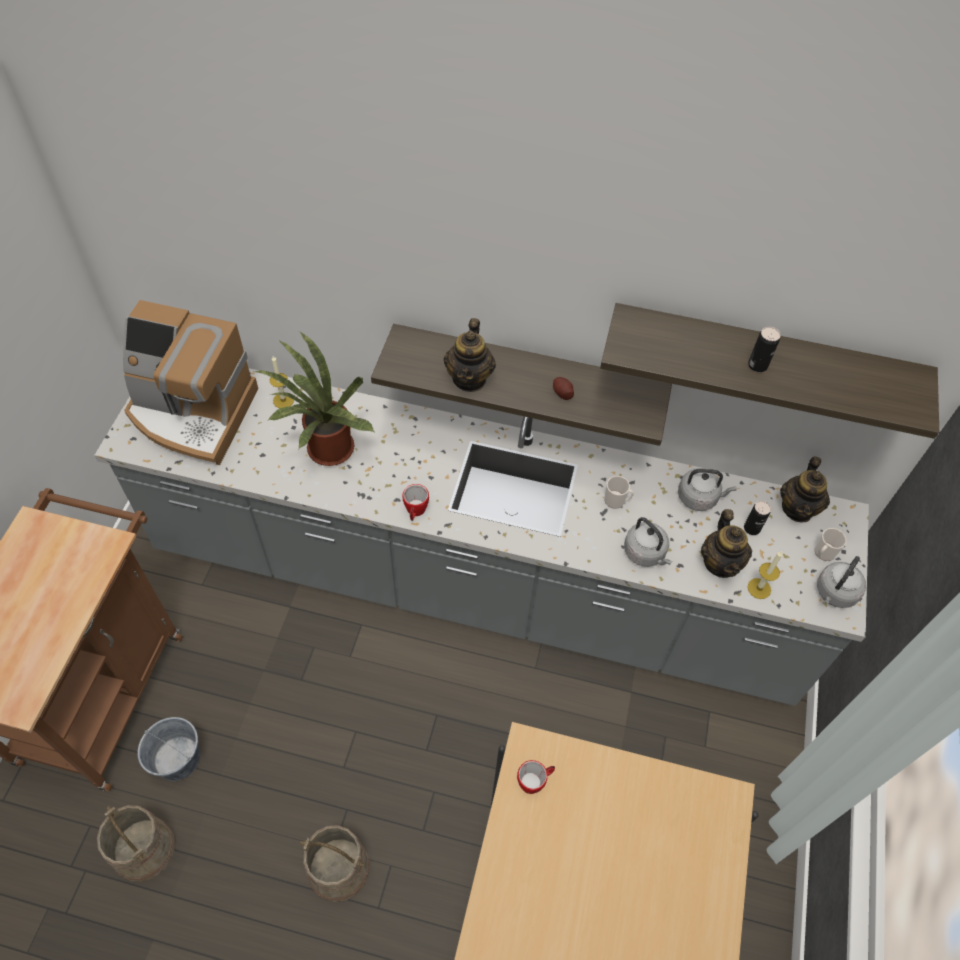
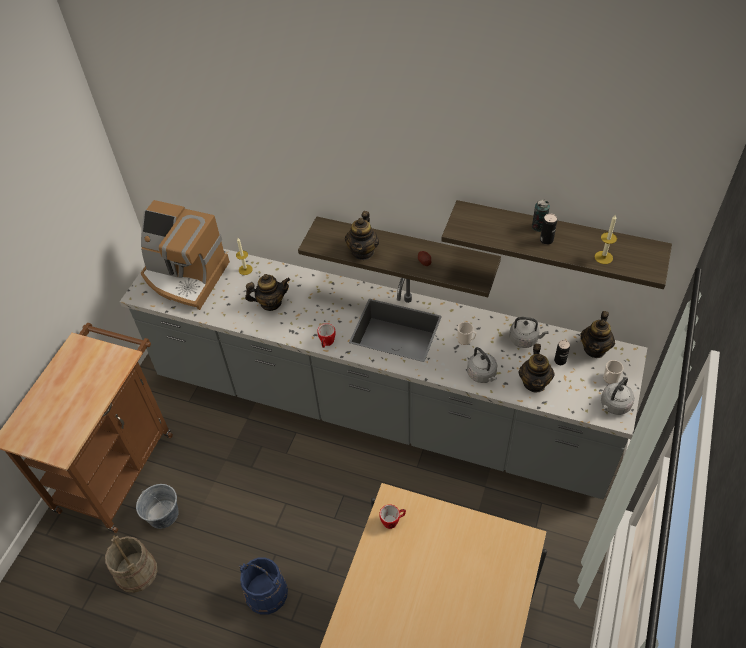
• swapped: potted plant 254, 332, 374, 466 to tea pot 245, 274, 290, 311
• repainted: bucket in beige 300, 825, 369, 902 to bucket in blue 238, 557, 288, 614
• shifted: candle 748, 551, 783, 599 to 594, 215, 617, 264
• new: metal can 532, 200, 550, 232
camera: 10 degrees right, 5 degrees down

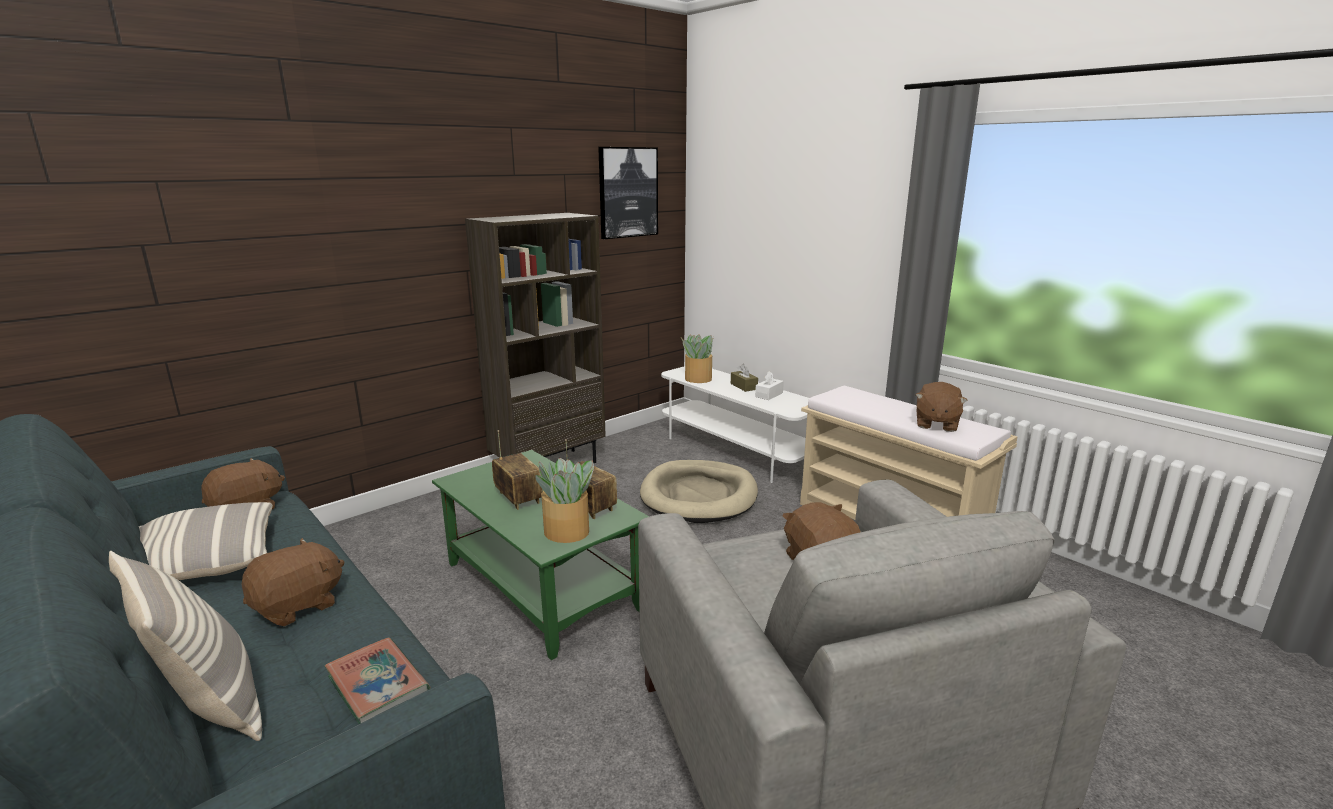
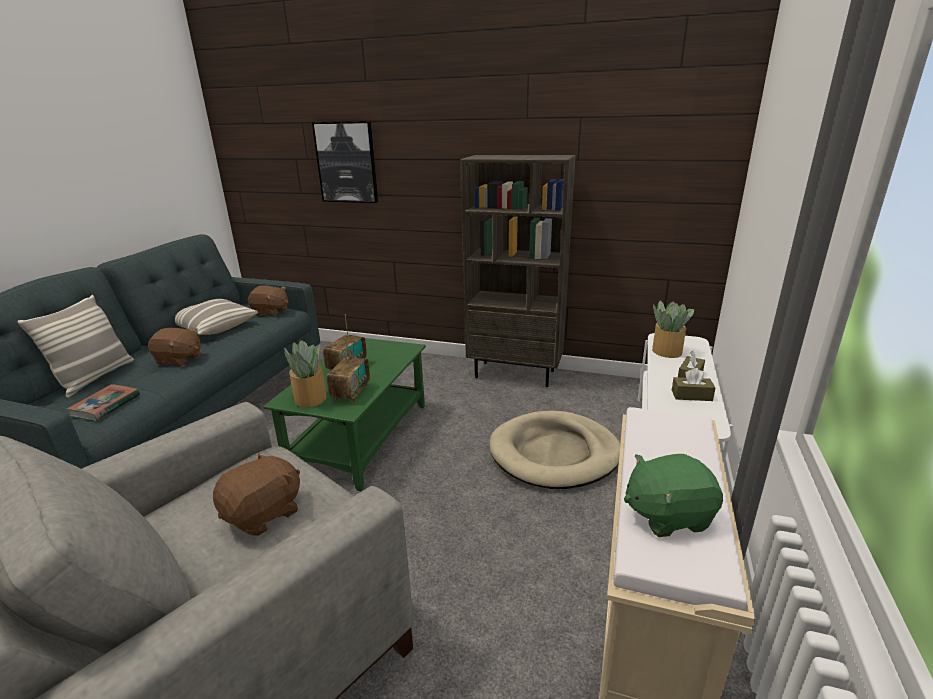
• shifted: wall picture 598, 147, 658, 239 to 312, 122, 378, 203
• repainted: tissue holder in white-coloured 755, 371, 784, 400 to tissue holder in brown 672, 368, 716, 401
• repainted: soft toy in brown 916, 382, 968, 432 to soft toy in green 624, 454, 723, 537
camera: 60 degrees right, 5 degrees up

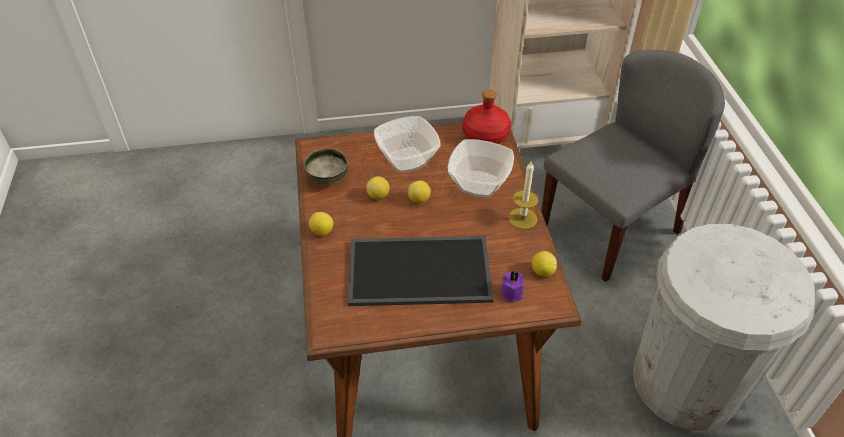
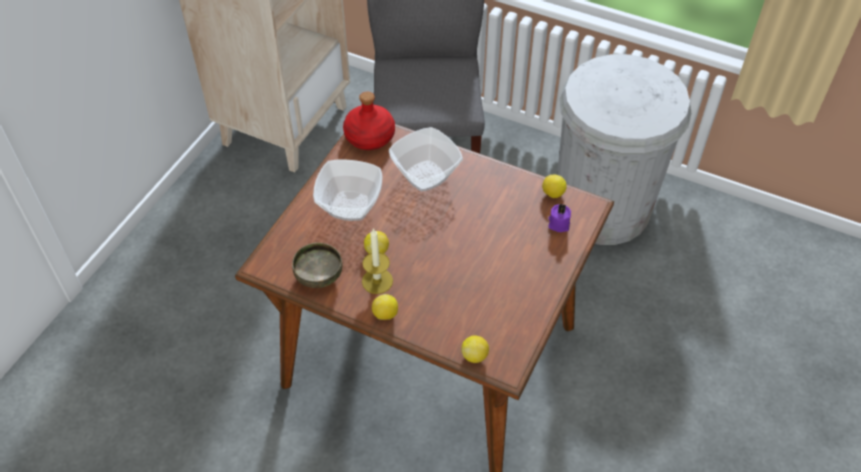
• gone: carrying tray 348, 236, 494, 306
• shifted: citrus fruit 408, 181, 431, 203 to 462, 336, 489, 363
• shifted: candle 508, 160, 539, 229 to 362, 228, 393, 294
camera: 55 degrees left, 5 degrees up

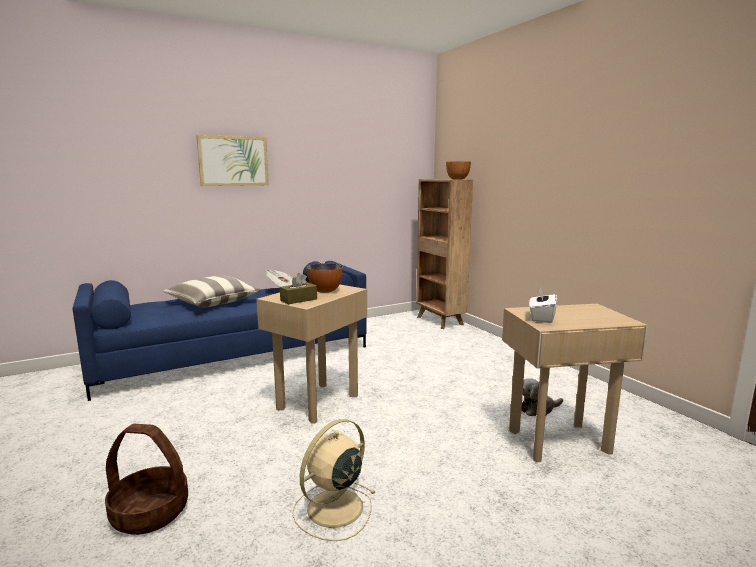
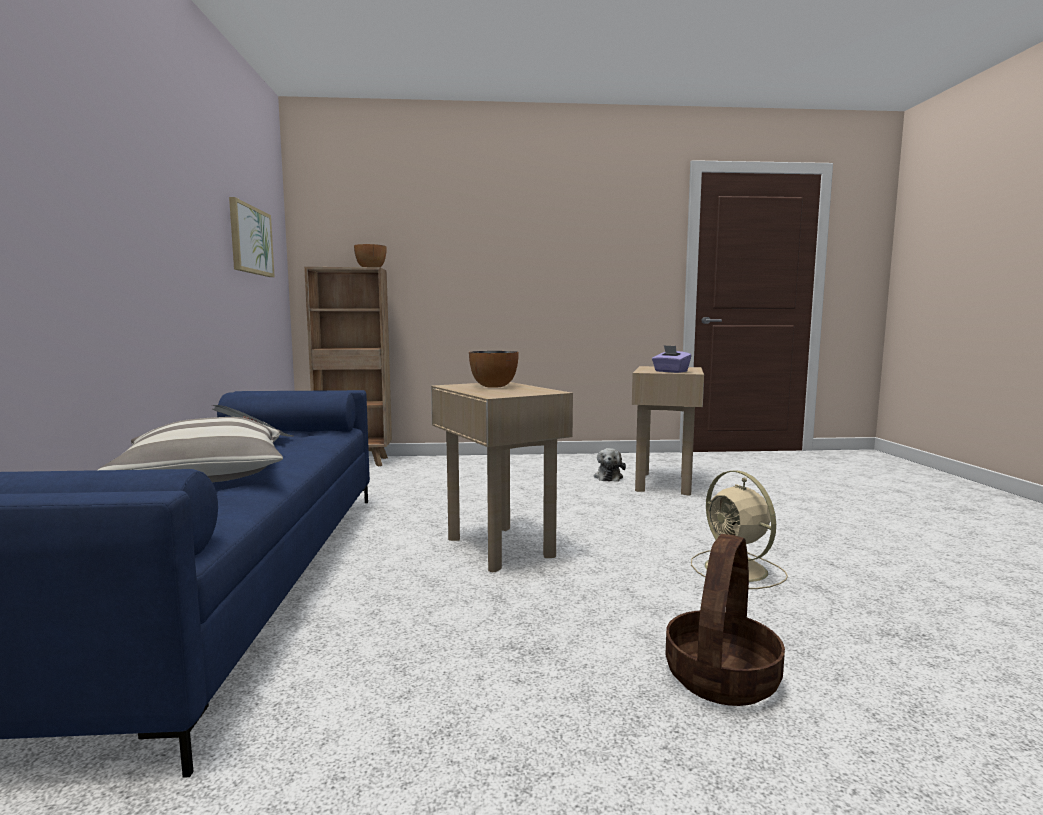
• shifted: wall picture 196, 135, 269, 186 to 229, 197, 275, 277
• gone: tissue holder in brown 280, 273, 317, 304
• repainted: tissue holder in white-coloured 529, 287, 557, 323 to tissue holder in purplish 652, 345, 691, 373
camera: 65 degrees left, 5 degrees down

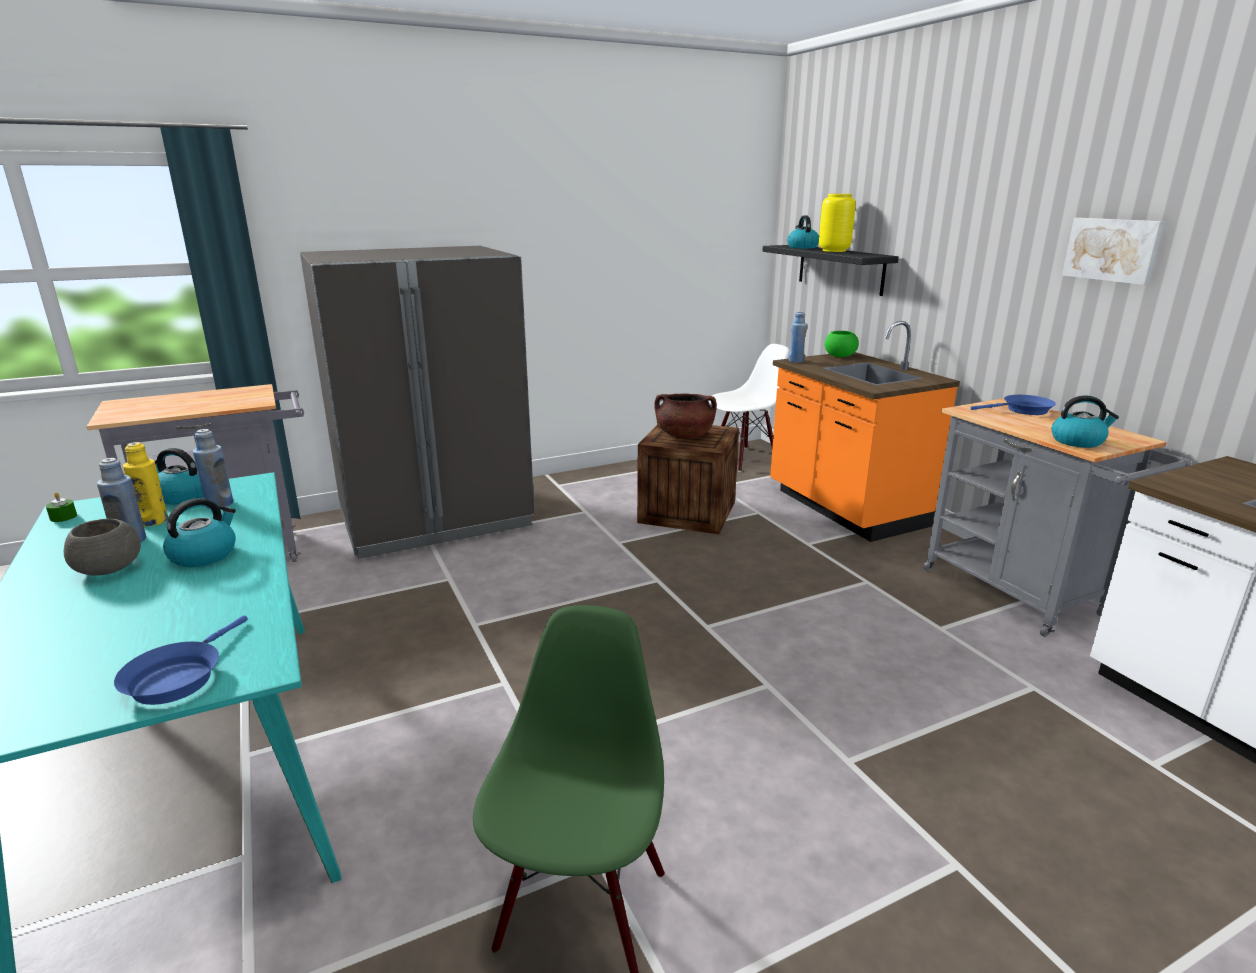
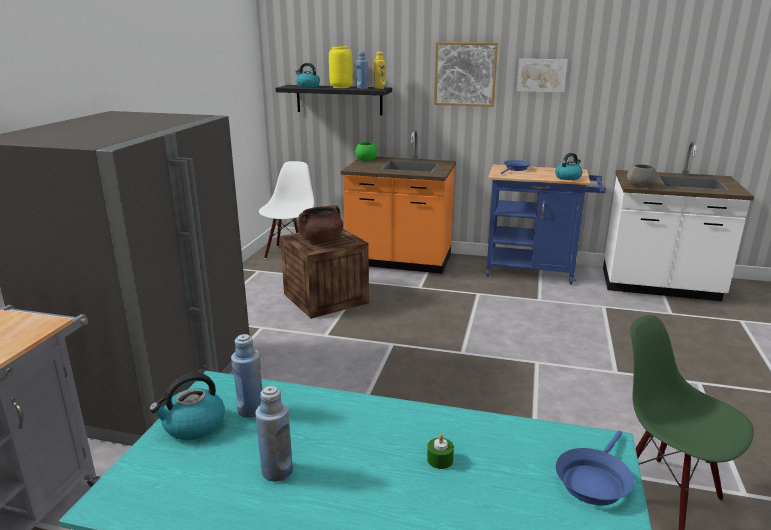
• shifted: candle in green 46, 492, 77, 522 to 427, 434, 454, 469
• shifted: bowl in greyish 64, 519, 141, 576 to 627, 164, 657, 187
• rotated: skillet in blue 114, 615, 248, 705 = 556, 431, 634, 505 75 degrees clockwise
• shifted: beverage bottle in yellow-coloured 123, 442, 168, 527 to 374, 52, 385, 89
• gone: tea kettle 163, 498, 236, 567
• shifted: beverage bottle in blue 789, 311, 808, 363 to 356, 52, 368, 89
• repainted: trolley in greyish 924, 398, 1192, 637 to trolley in blue 486, 165, 606, 285
• new: wall picture 434, 42, 498, 107
camera: 50 degrees left, 0 degrees up

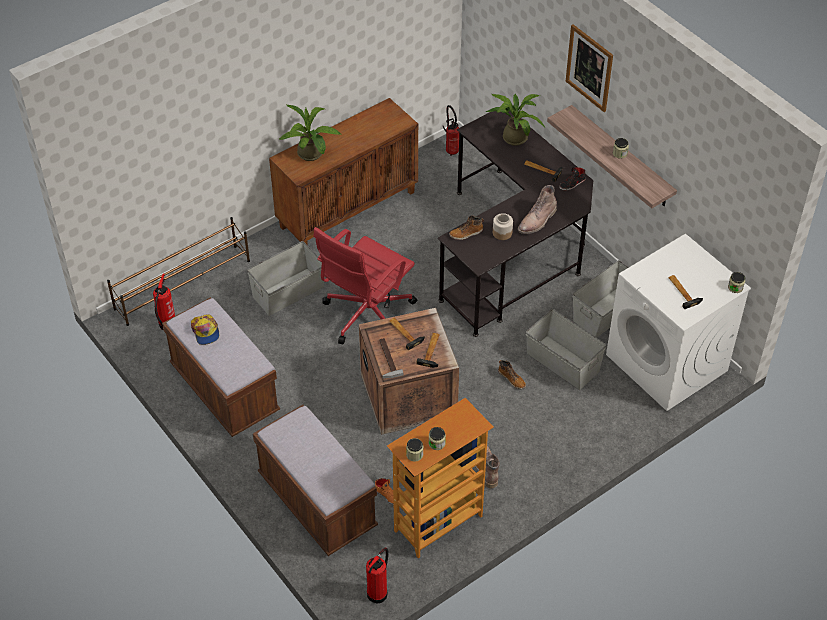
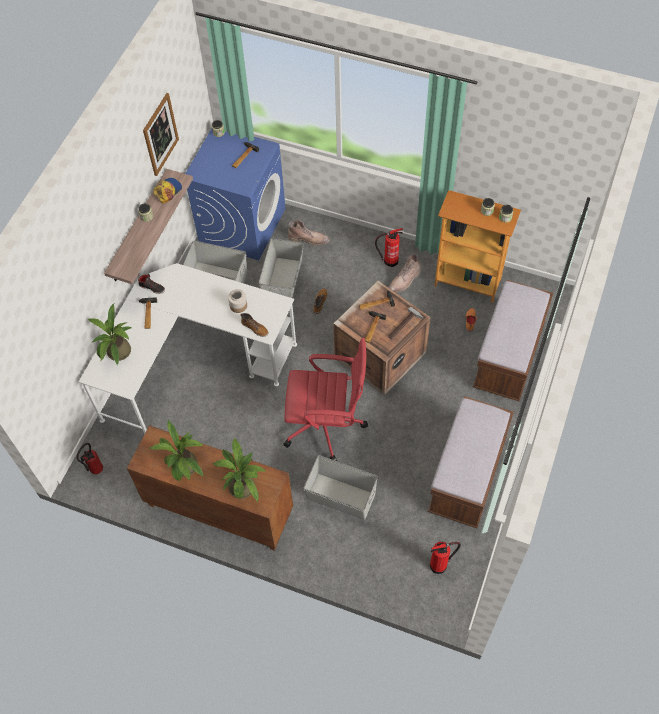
• gone: shoe shelf in brown 107, 217, 250, 326
• shifted: peaked cap 191, 314, 219, 345 to 153, 178, 182, 204
• shifted: fire-fighting cylinder 366, 547, 389, 604 to 375, 228, 403, 267
• repainted: desk in blackish 438, 111, 593, 337 to desk in white-coloured 79, 263, 297, 434
• shifted: high-top boot in brown 518, 185, 557, 234 to 288, 220, 330, 246
• shifted: wall picture 566, 24, 613, 112 to 143, 93, 179, 176
• repainted: washing machine in white-coloured 606, 234, 751, 411 to washing machine in blue 185, 129, 285, 260
• new: potted plant 150, 419, 203, 481
camera: 120 degrees left, 10 degrees up

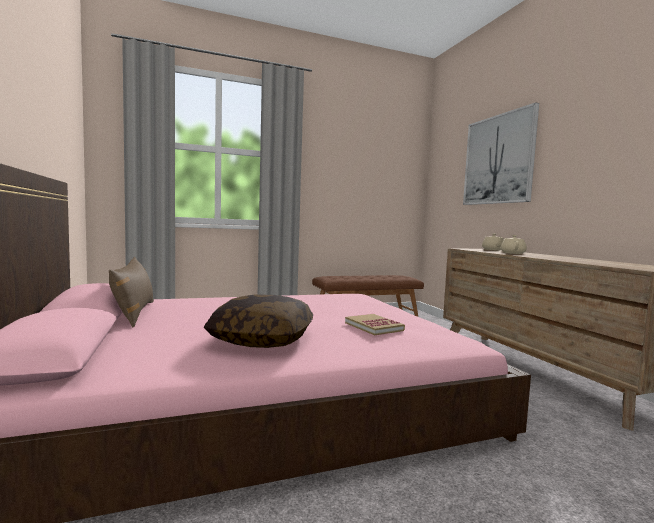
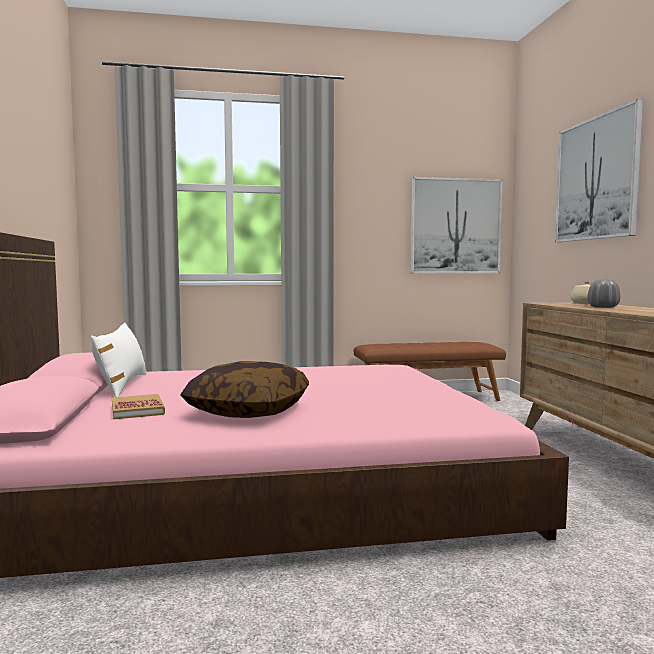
• repainted: pillow in brown 109, 257, 154, 327 to pillow in white-coloured 91, 322, 147, 397
• shifted: book 345, 314, 405, 335 to 112, 394, 165, 419
• swapped: tea pot in beige 501, 235, 527, 254 to decorative vase in greyish 587, 279, 620, 308
• new: wall picture 410, 177, 503, 273
camera: 10 degrees right, 0 degrees up

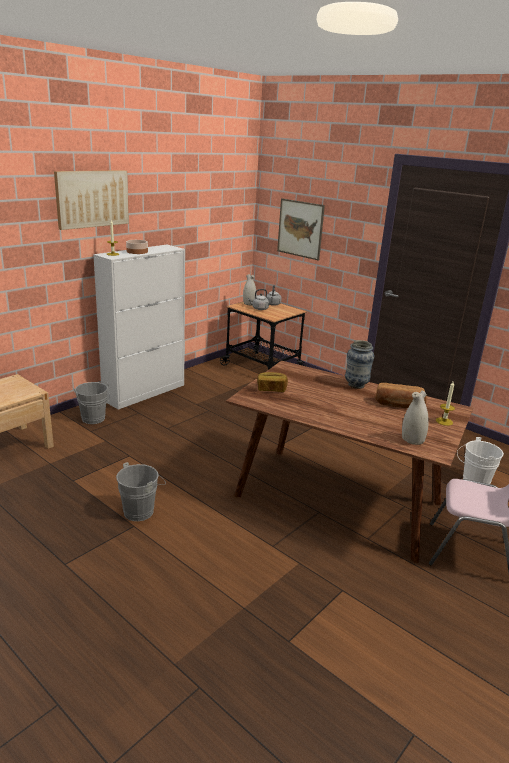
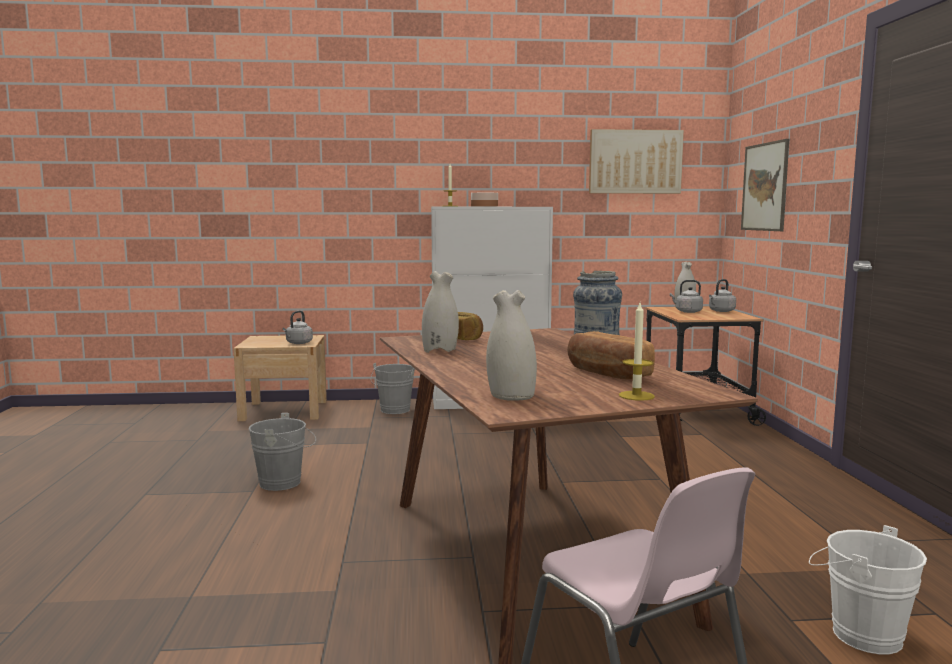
• shifted: wall picture 54, 170, 129, 230 to 589, 129, 684, 194
• new: tea kettle in greyish 283, 311, 313, 344
• new: decorative vase in white-coloured 422, 271, 459, 353
camera: 45 degrees right, 15 degrees down

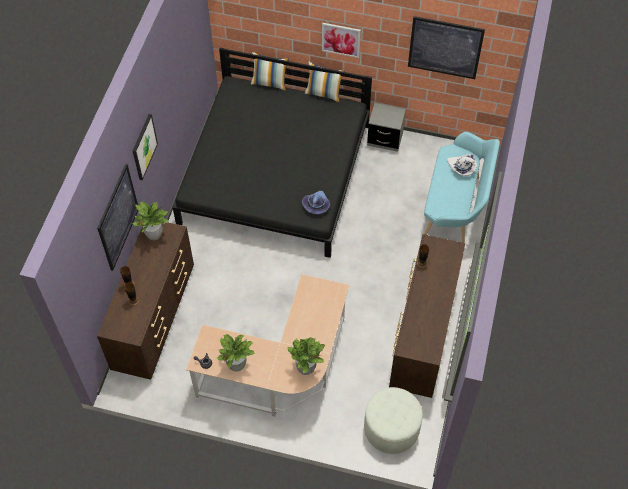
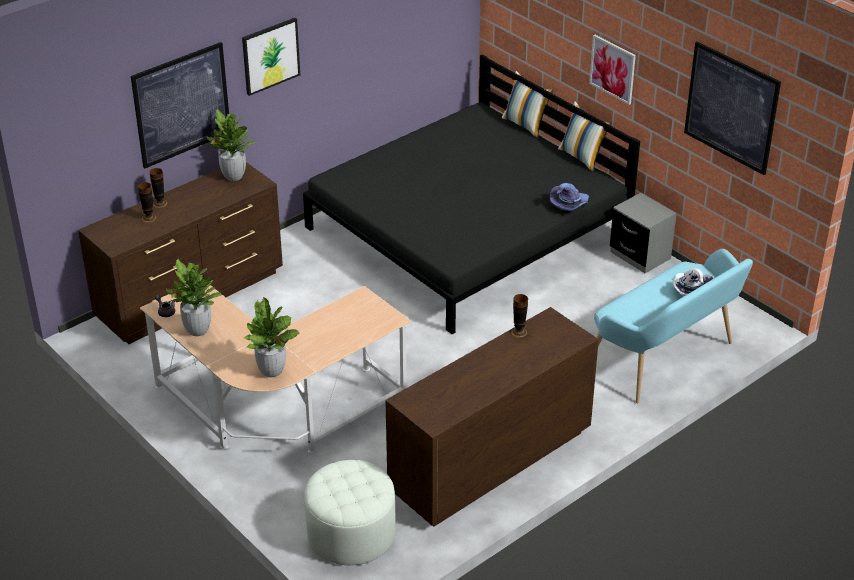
• shifted: hat in purplish 302, 191, 330, 214 to 550, 183, 589, 211
camera: 35 degrees right, 20 degrees down

